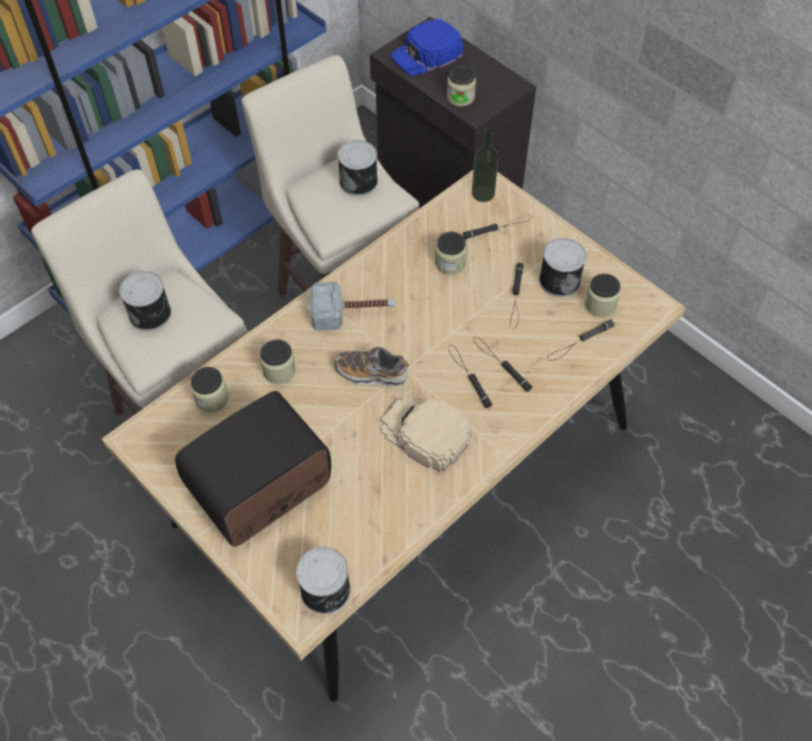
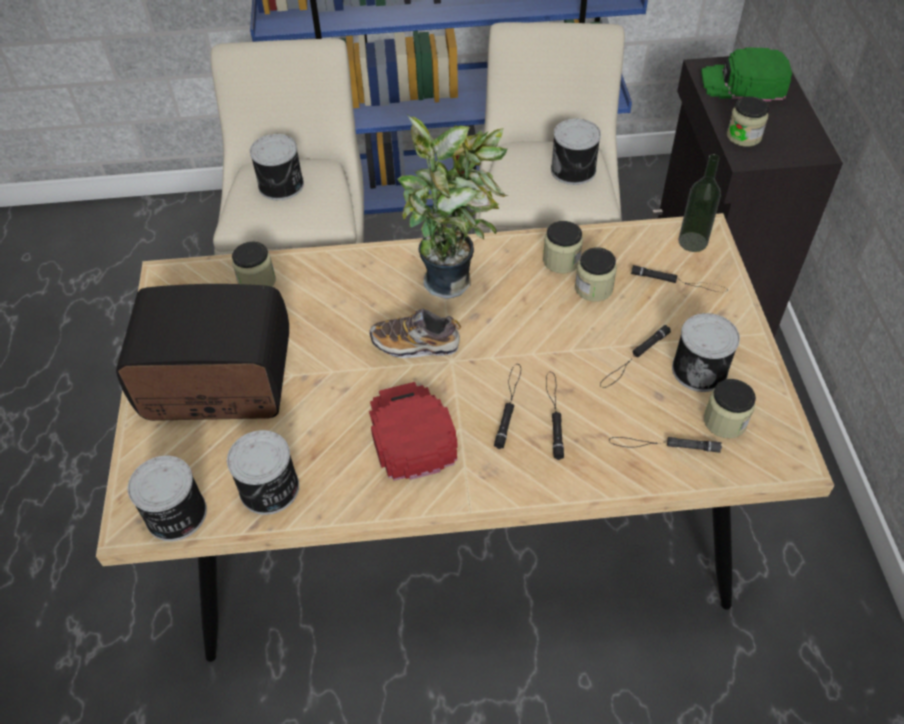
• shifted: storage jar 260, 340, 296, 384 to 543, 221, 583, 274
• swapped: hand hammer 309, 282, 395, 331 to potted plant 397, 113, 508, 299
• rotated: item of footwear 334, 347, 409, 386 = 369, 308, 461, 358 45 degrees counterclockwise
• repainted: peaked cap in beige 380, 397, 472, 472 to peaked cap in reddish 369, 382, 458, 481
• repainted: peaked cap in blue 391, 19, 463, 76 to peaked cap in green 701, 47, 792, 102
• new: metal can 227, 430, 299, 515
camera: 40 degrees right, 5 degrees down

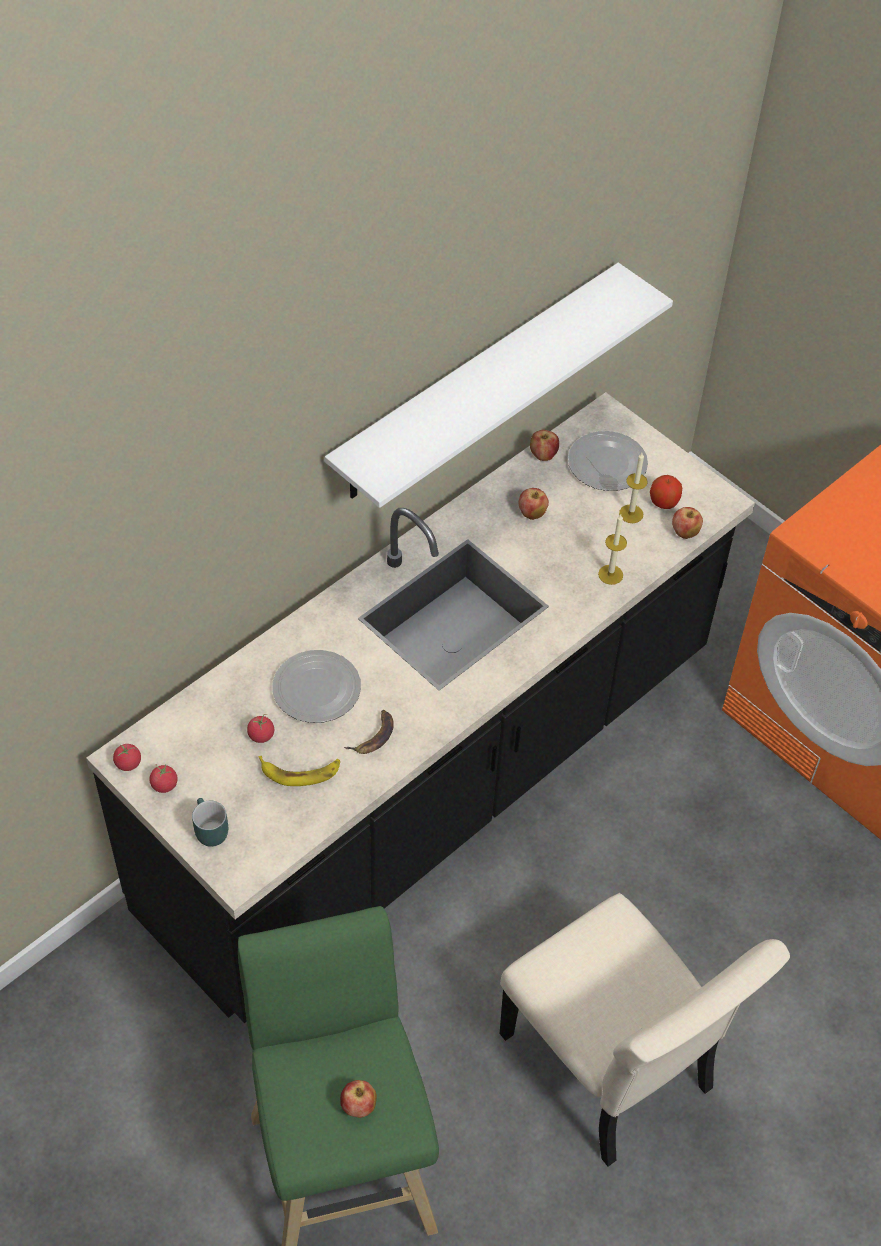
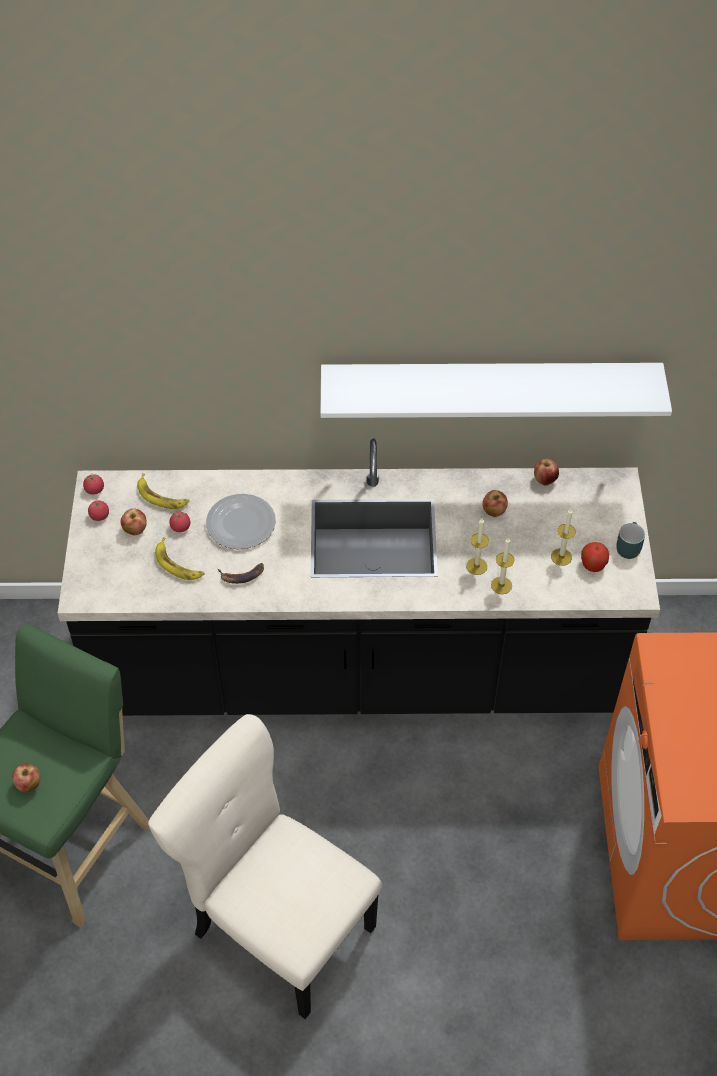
• shifted: mug in blue-green 192, 798, 228, 847 to 616, 522, 645, 559
• rotated: chair in beige 500, 893, 790, 1167 = 148, 714, 382, 1019 120 degrees clockwise
• gone: flat dish 568, 431, 648, 491
• shifted: whole apple 672, 507, 703, 539 to 121, 508, 147, 535
• new: banana fruit 137, 473, 190, 509
• new: candle 466, 518, 489, 575
camera: 45 degrees right, 0 degrees up

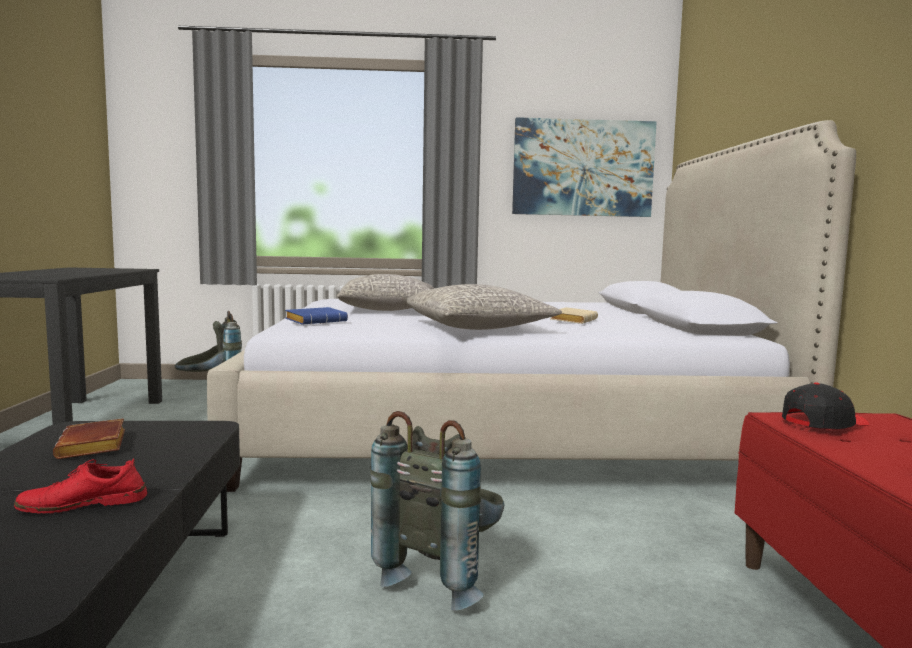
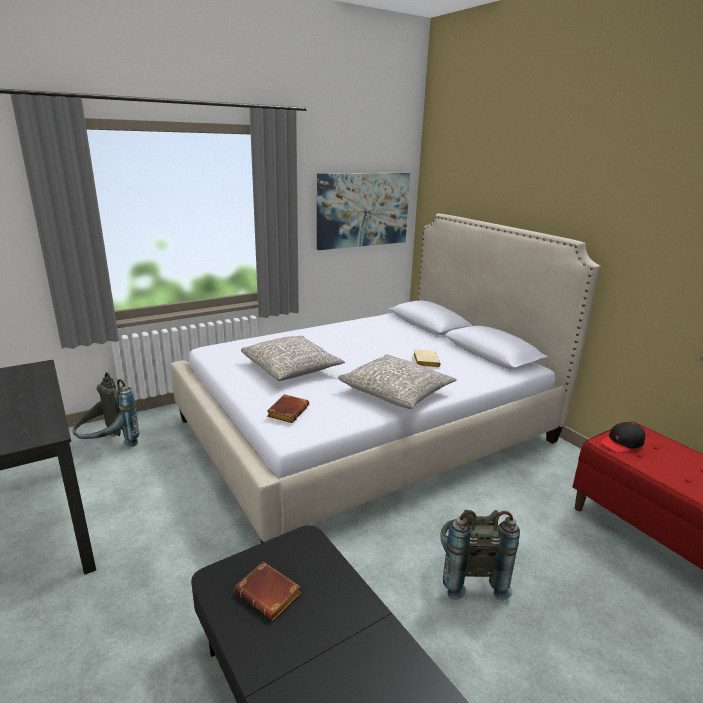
• gone: item of footwear in reddish 14, 458, 147, 514
• repainted: book in blue 285, 307, 348, 325 to book in brown 267, 394, 309, 423
• rotated: peaked cap in blackish 782, 382, 869, 429 = 600, 422, 646, 453 150 degrees counterclockwise
camera: 30 degrees left, 15 degrees up

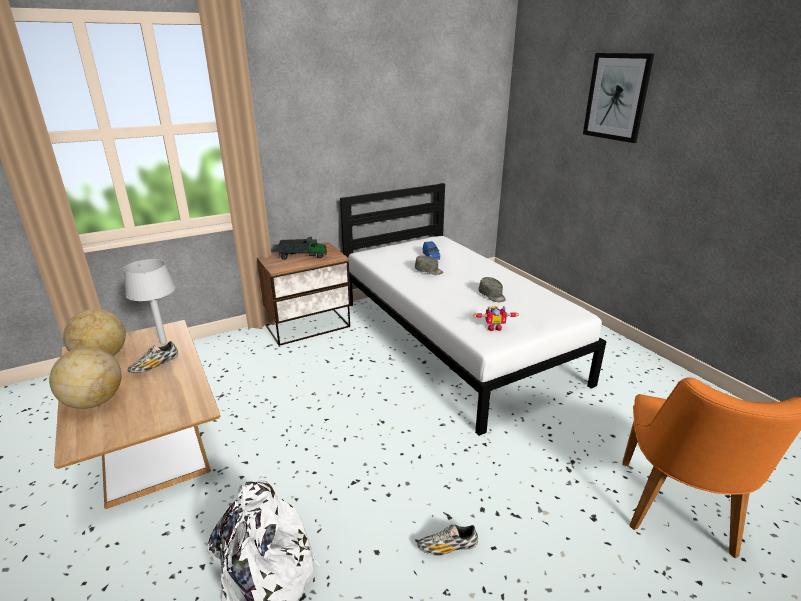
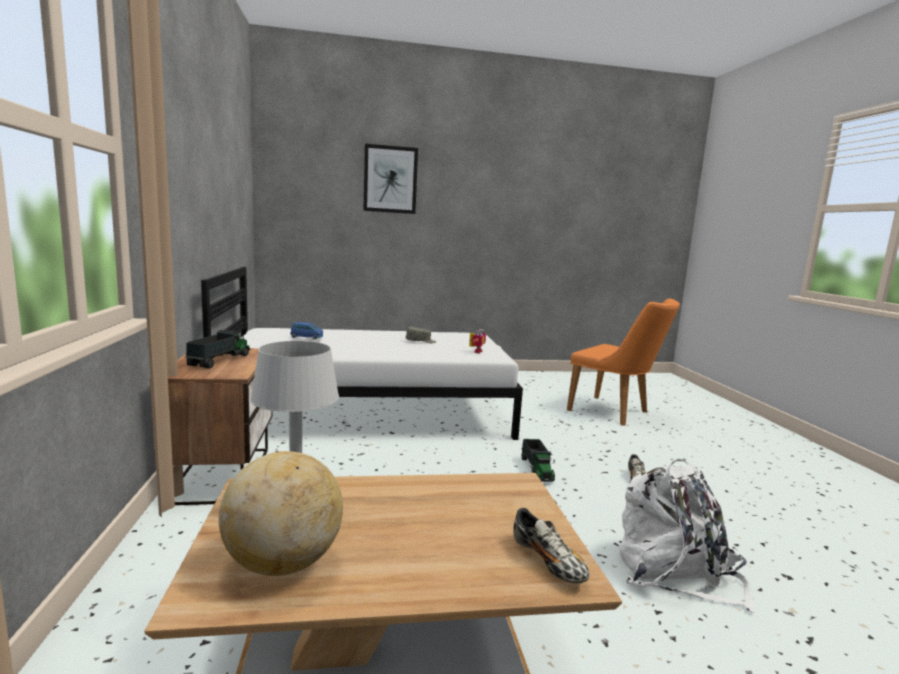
• gone: world globe 49, 347, 121, 409
• shifted: item of footwear 128, 341, 178, 373 to 513, 508, 590, 583
• gone: peaked cap in greyish 415, 255, 443, 275
• new: toy truck 522, 439, 555, 482
camera: 70 degrees left, 15 degrees down

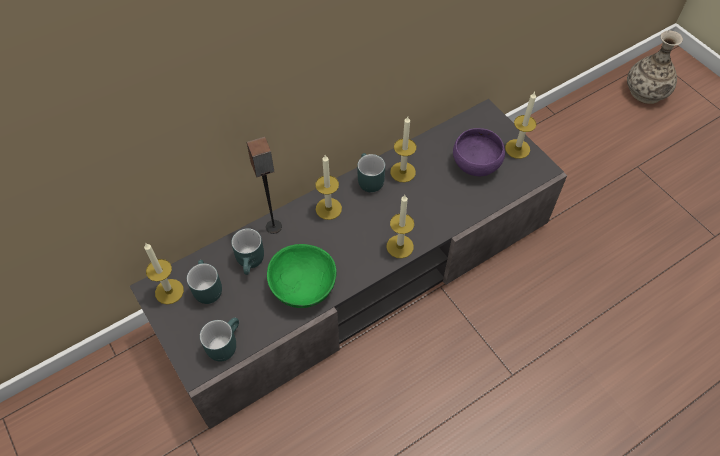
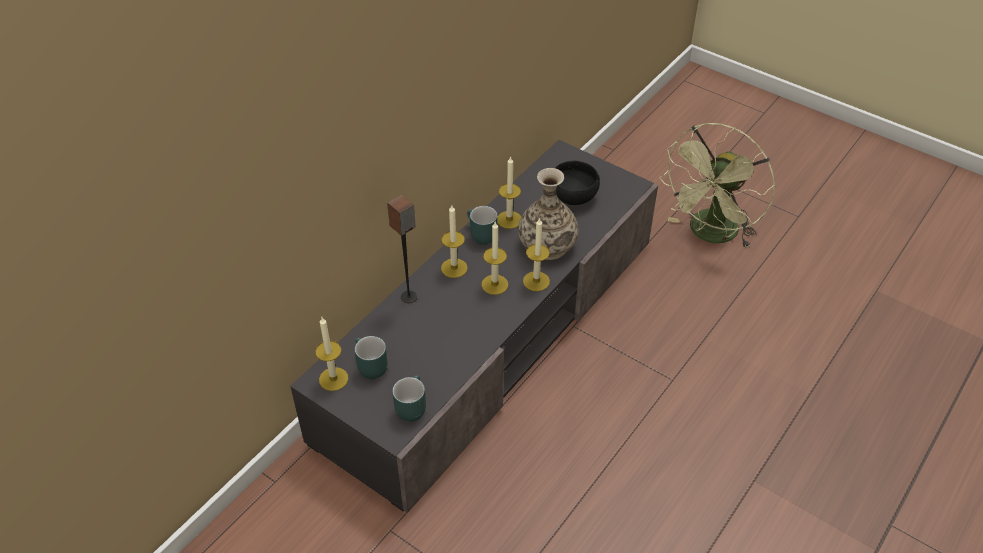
• gone: mug in blue-green 231, 228, 264, 275
• gone: bowl in green 267, 244, 337, 308
• repainted: bowl in purplish 453, 128, 505, 176 to bowl in blackish 555, 161, 600, 205
• shifted: candle 505, 92, 536, 159 to 481, 222, 508, 295
• shifted: decorative vase 627, 31, 683, 104 to 518, 168, 578, 260
• new: fan in green 659, 123, 775, 249
camera: 20 degrees left, 10 degrees down

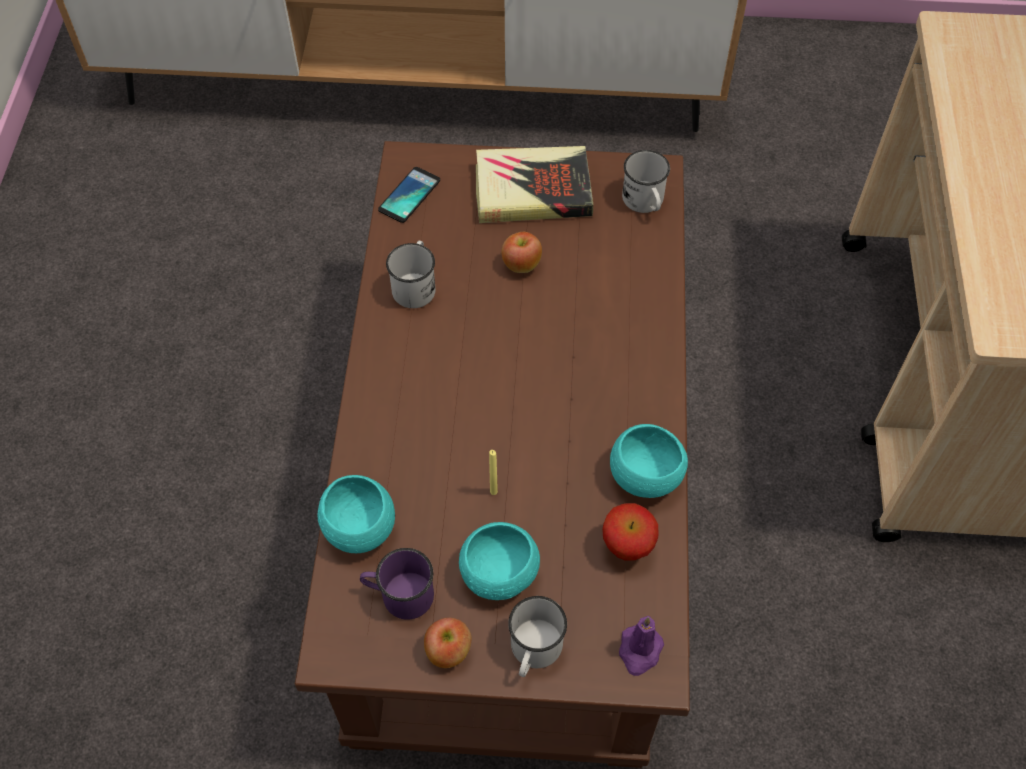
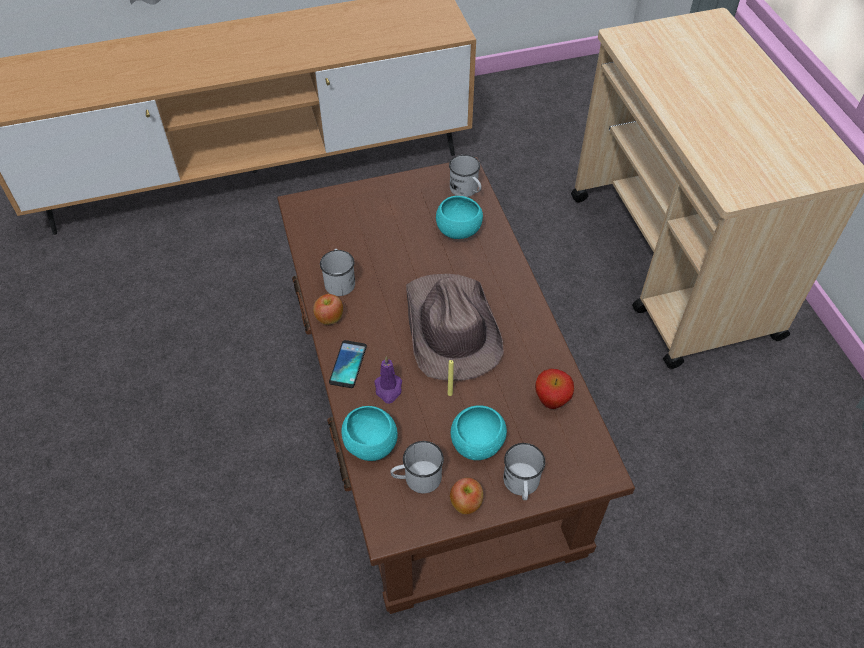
• repainted: mug in purplish 360, 548, 434, 620 to mug in white-coloured 390, 441, 444, 493
• shifted: phone 378, 167, 440, 223 to 329, 340, 367, 388
• gone: book 476, 146, 593, 223
• shifted: whole apple 502, 232, 542, 273 to 313, 294, 343, 325
• shifted: bowl in blue-green 610, 424, 688, 498 to 436, 196, 483, 239
• shifted: candle in purplish 619, 616, 664, 676 to 374, 356, 402, 404
• new: hat in brown 406, 274, 504, 381
camera: 20 degrees left, 5 degrees down

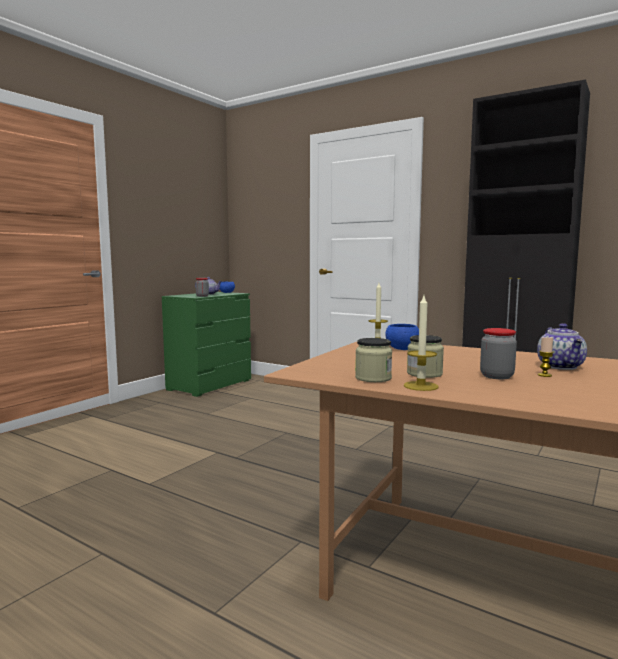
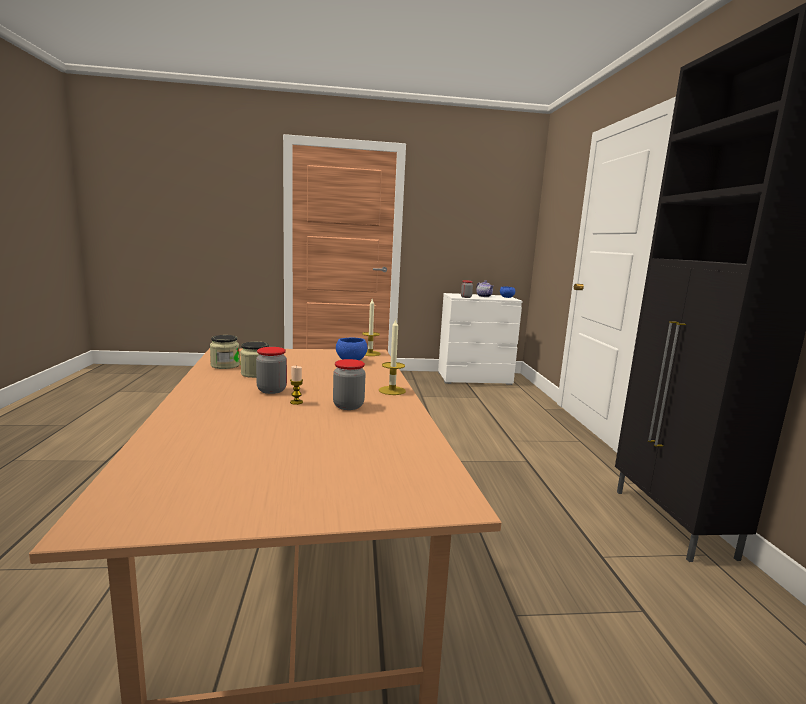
• repainted: drawer chest in green 162, 292, 251, 397 to drawer chest in white-coloured 438, 293, 522, 385
• shifted: candle 404, 296, 438, 391 to 379, 319, 406, 395
• swapped: tea pot 537, 323, 587, 370 to storage jar 333, 359, 365, 410
camera: 50 degrees right, 5 degrees up

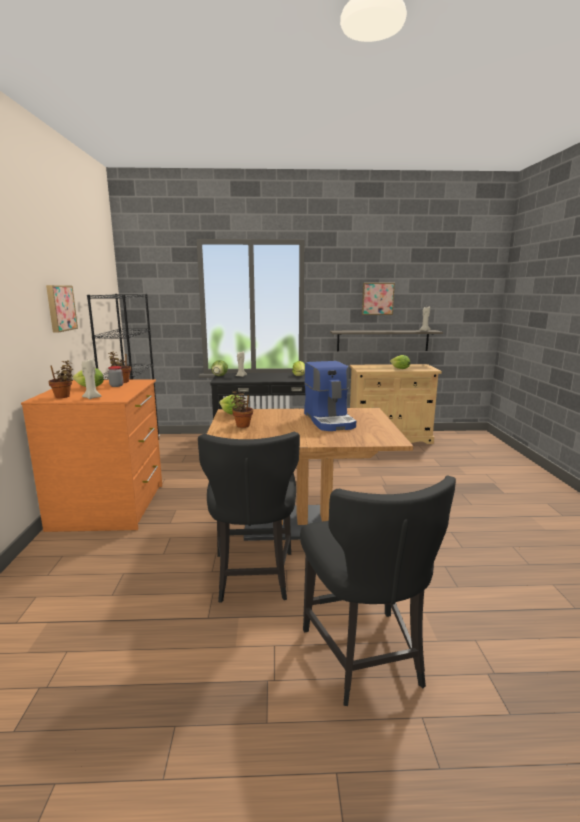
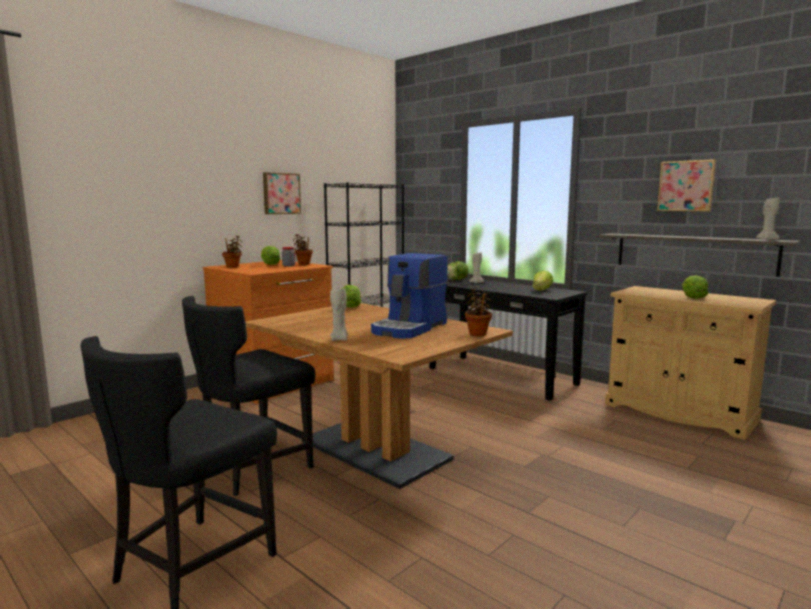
• shifted: candle in beige 82, 359, 101, 399 to 330, 289, 348, 341
• shifted: potted plant 230, 390, 253, 428 to 465, 287, 492, 336
camera: 45 degrees right, 5 degrees down

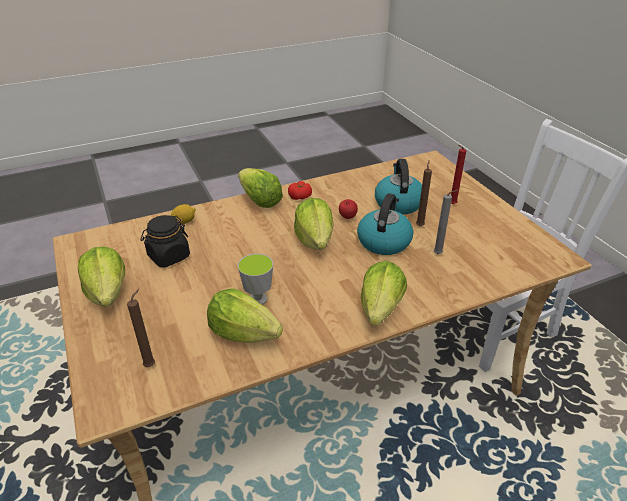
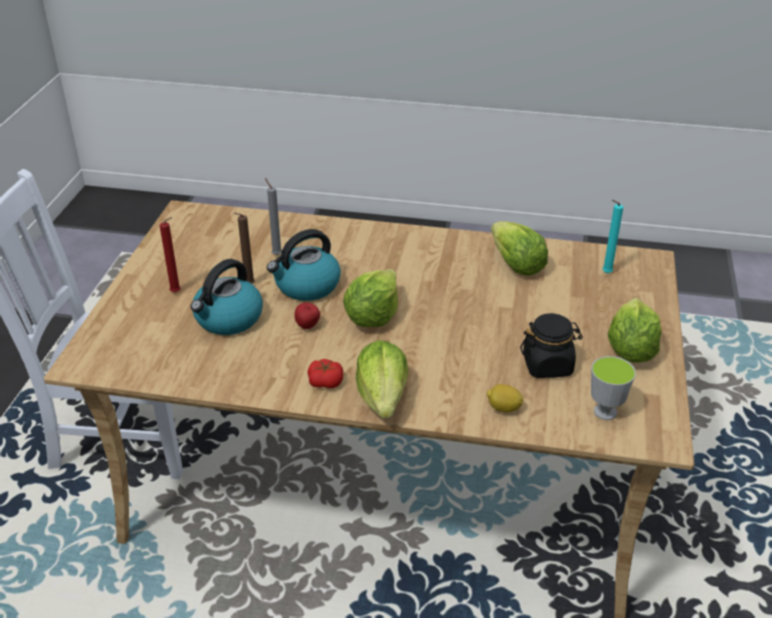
• repainted: candle in brown 127, 289, 155, 367 to candle in blue-green 602, 200, 623, 273
• shifted: drinking cup 238, 254, 273, 305 to 591, 356, 636, 420
• gone: lettuce head 361, 261, 407, 326
camera: 145 degrees left, 0 degrees up

